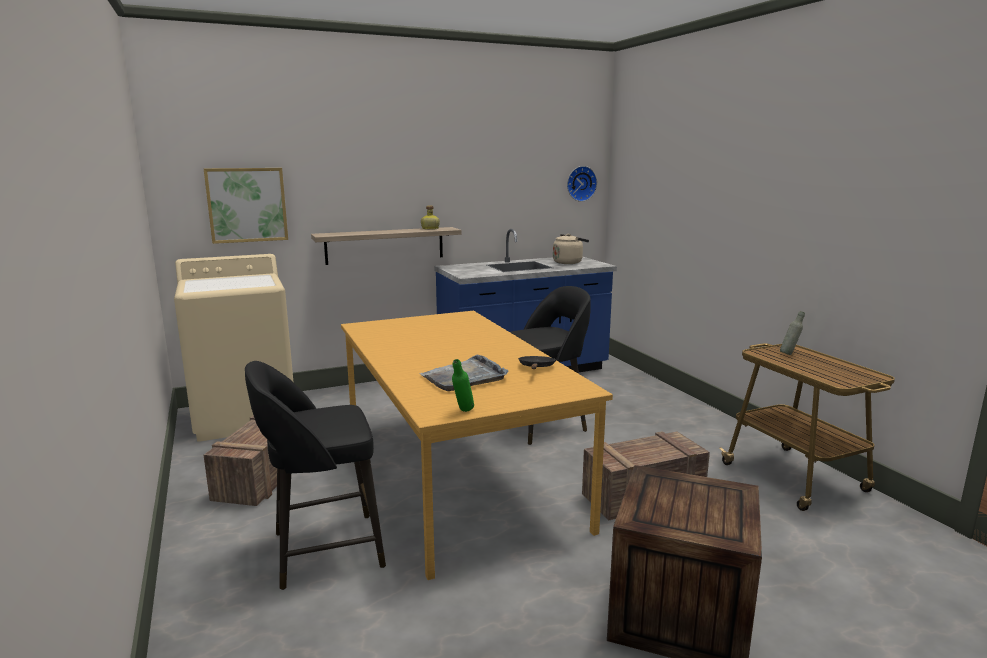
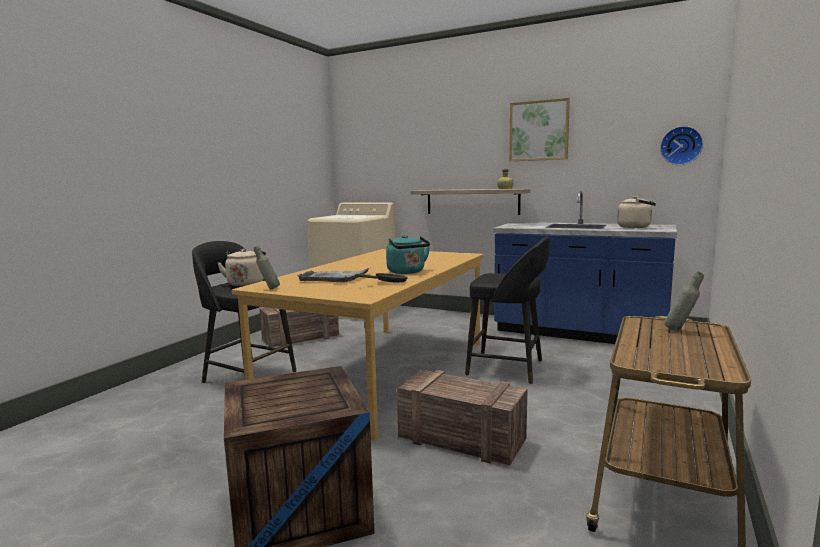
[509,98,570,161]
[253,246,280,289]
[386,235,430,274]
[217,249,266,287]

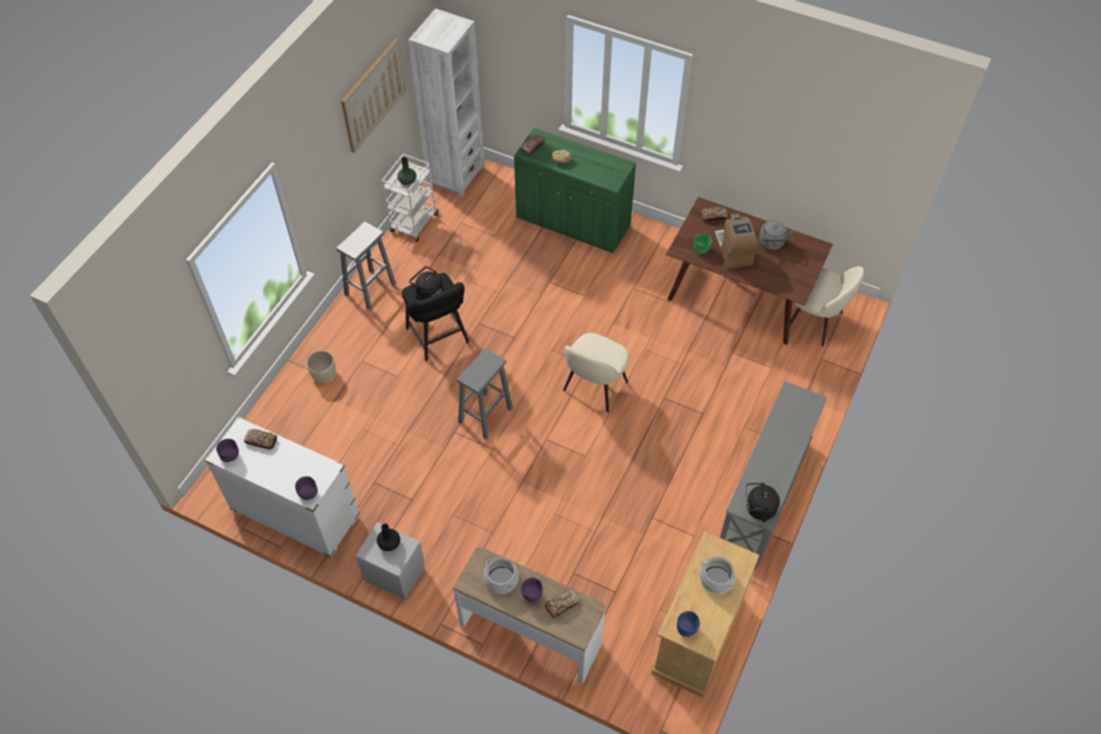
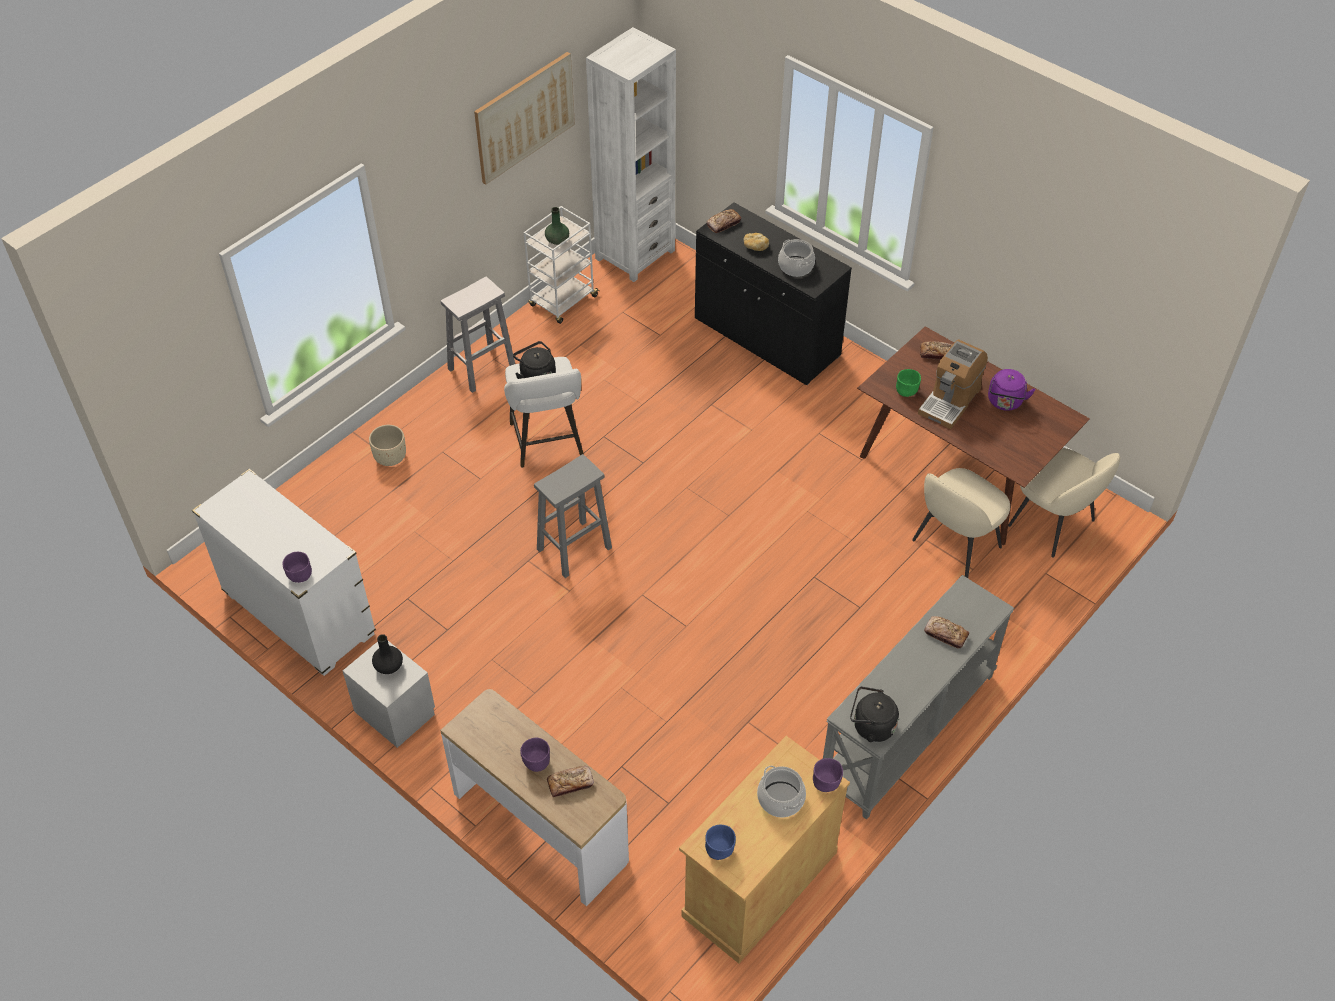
[695,202,852,385]
[918,339,988,429]
[988,369,1035,411]
[504,357,584,468]
[912,468,1010,578]
[924,616,969,648]
[813,758,843,792]
[778,239,815,277]

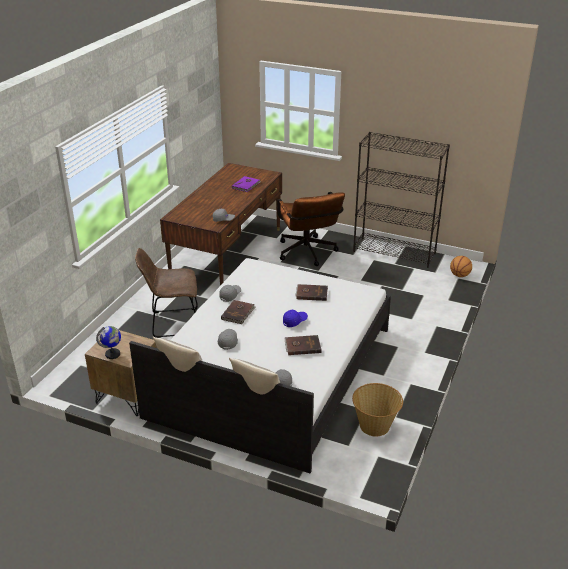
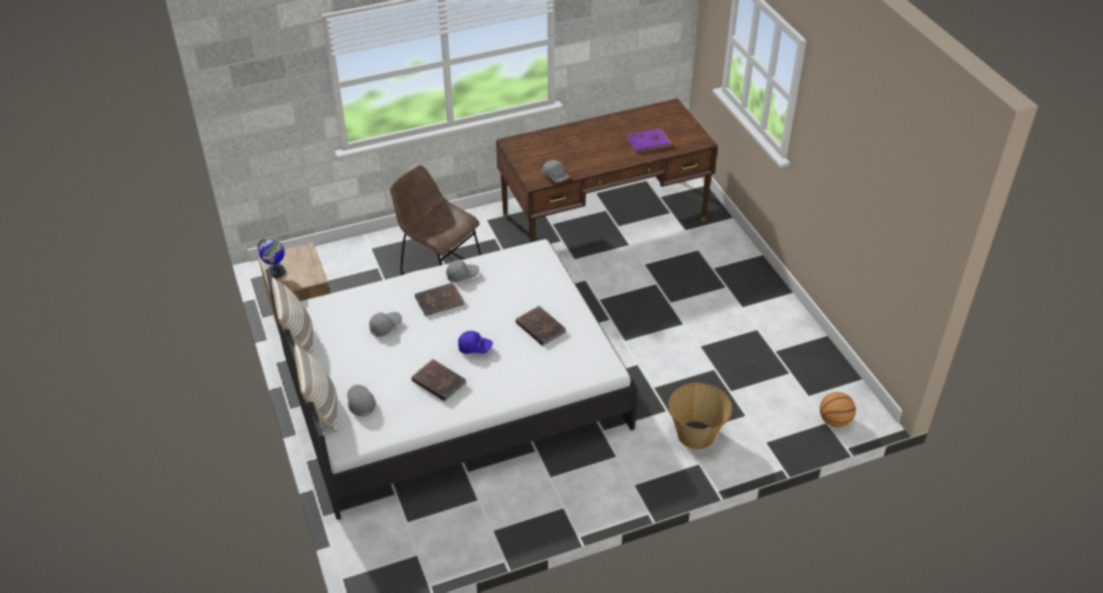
[353,132,450,268] (first image)
[276,192,345,266] (first image)
[669,383,732,449]

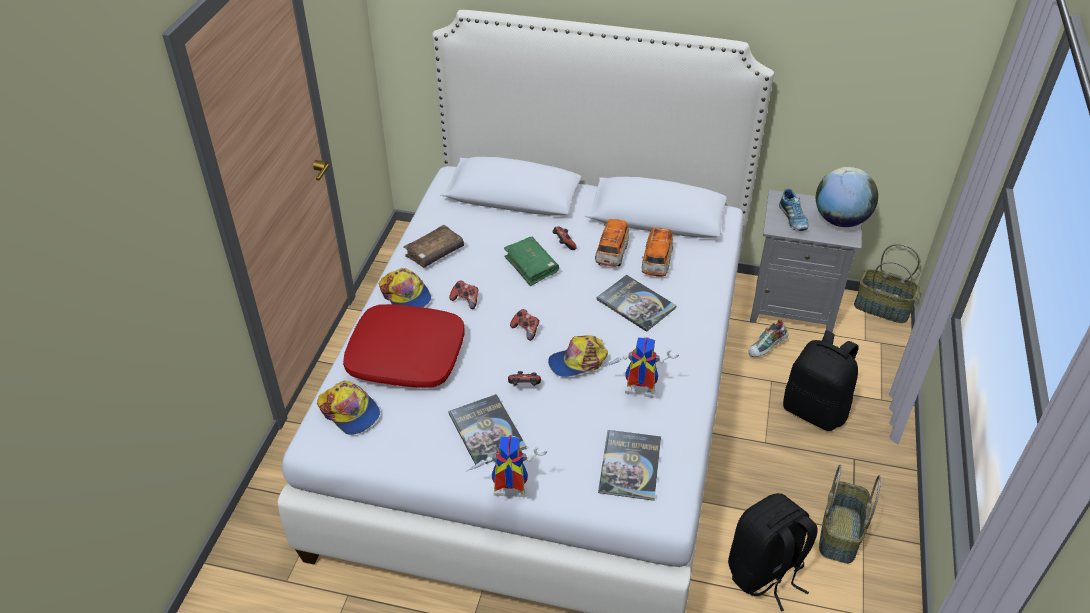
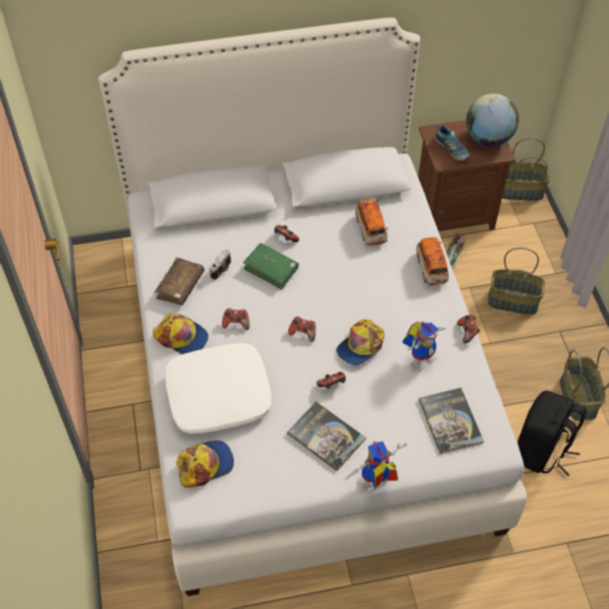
[418,120,516,231]
[416,237,449,286]
[596,275,677,332] (first image)
[165,343,272,434]
[488,248,545,315]
[402,321,447,372]
[176,440,234,488]
[210,250,231,280]
[457,315,480,344]

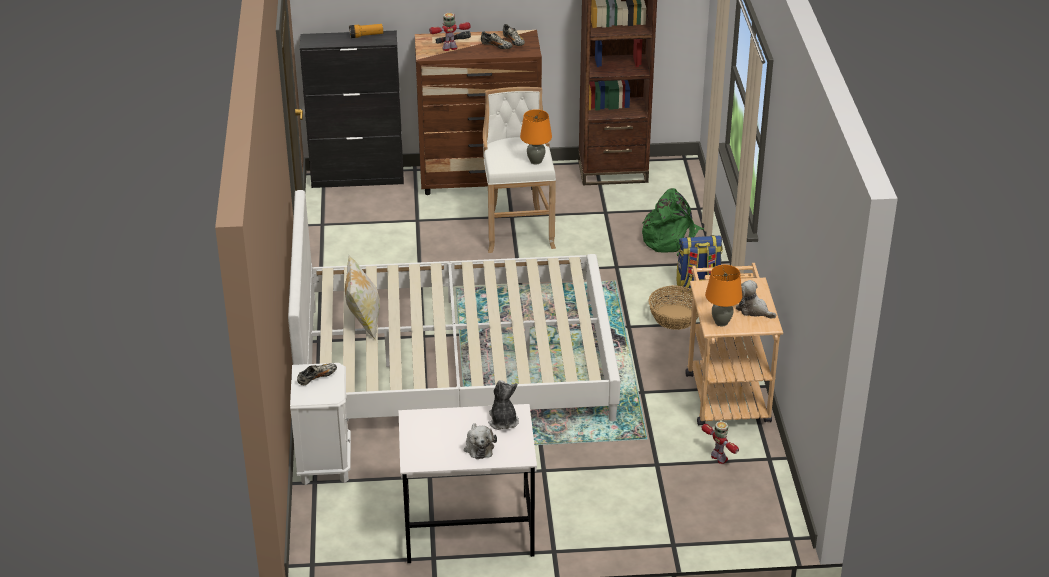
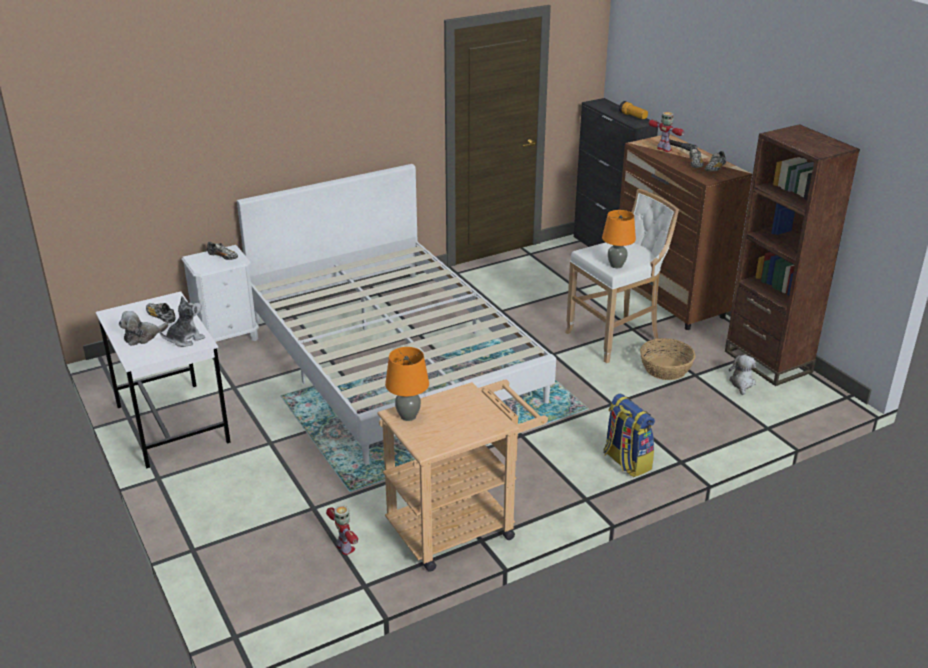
[642,188,704,256] (first image)
[345,255,380,339] (first image)
[729,355,756,395]
[640,338,696,380]
[326,505,358,555]
[146,303,175,323]

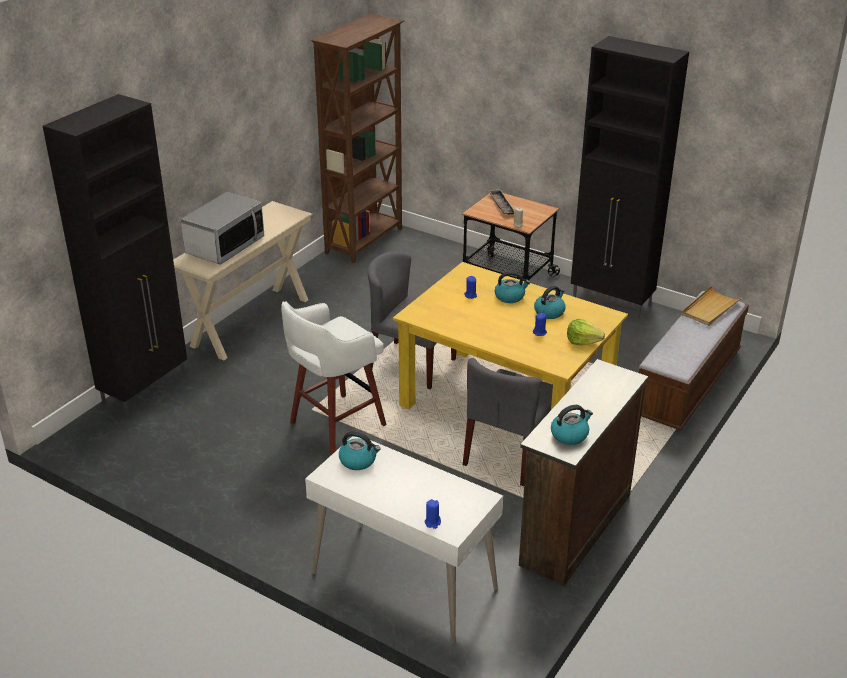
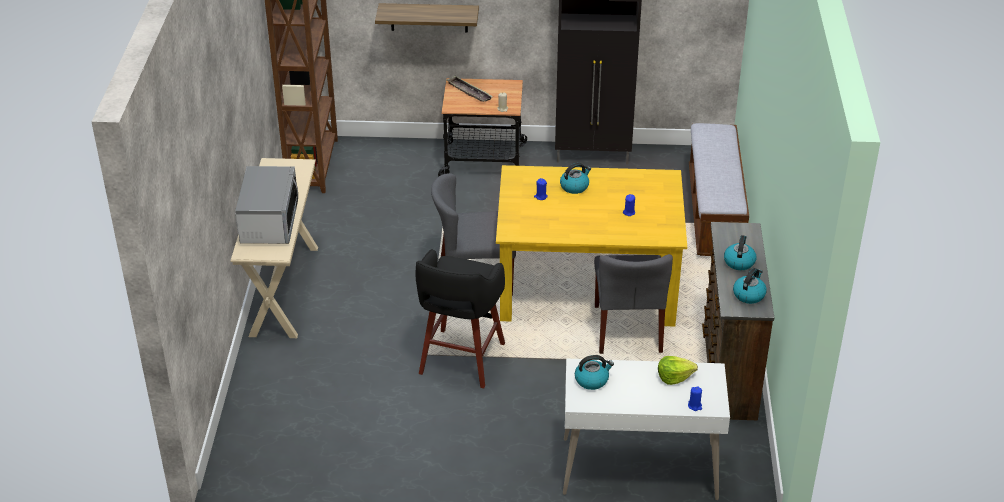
[43,94,187,416] (first image)
[724,235,756,270]
[682,286,742,326] (first image)
[415,249,505,389]
[658,356,698,385]
[375,3,479,32]

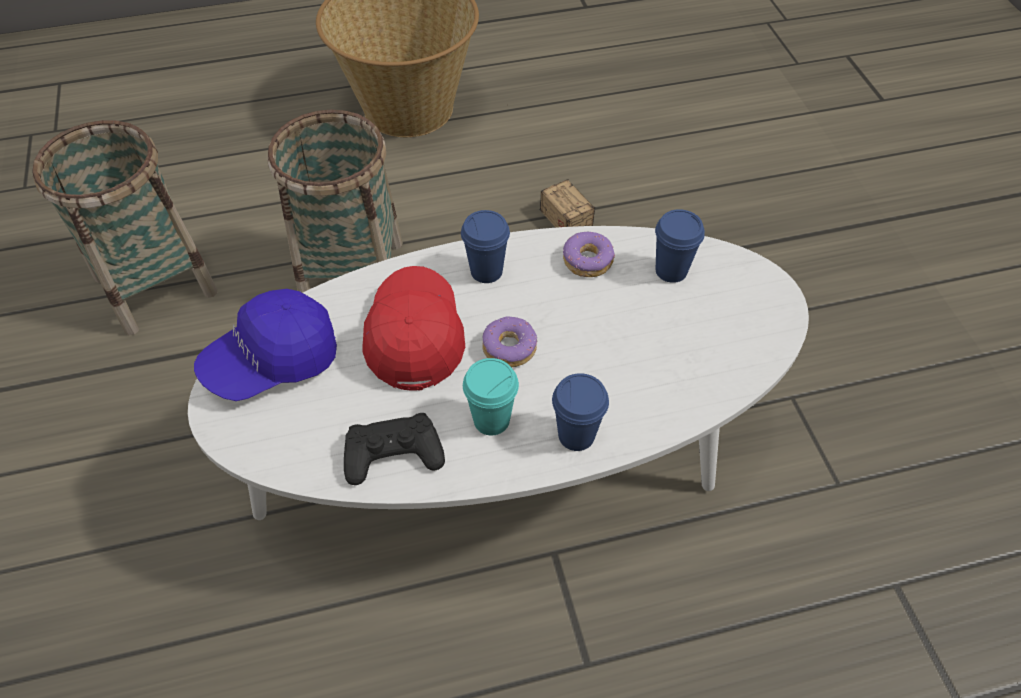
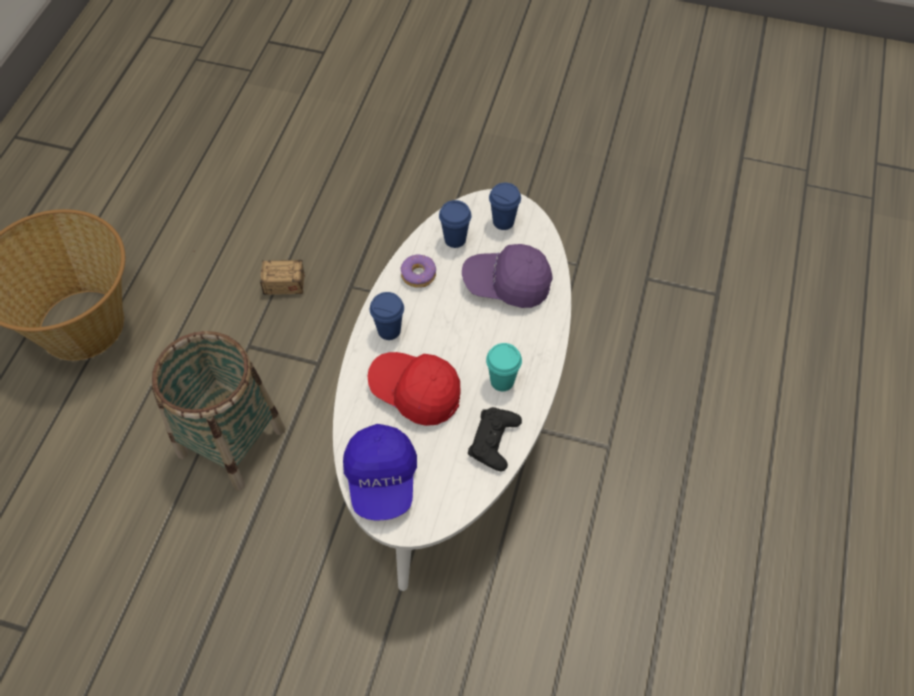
[32,120,217,335] (first image)
[483,316,537,367] (first image)
[489,183,521,230]
[462,244,553,308]

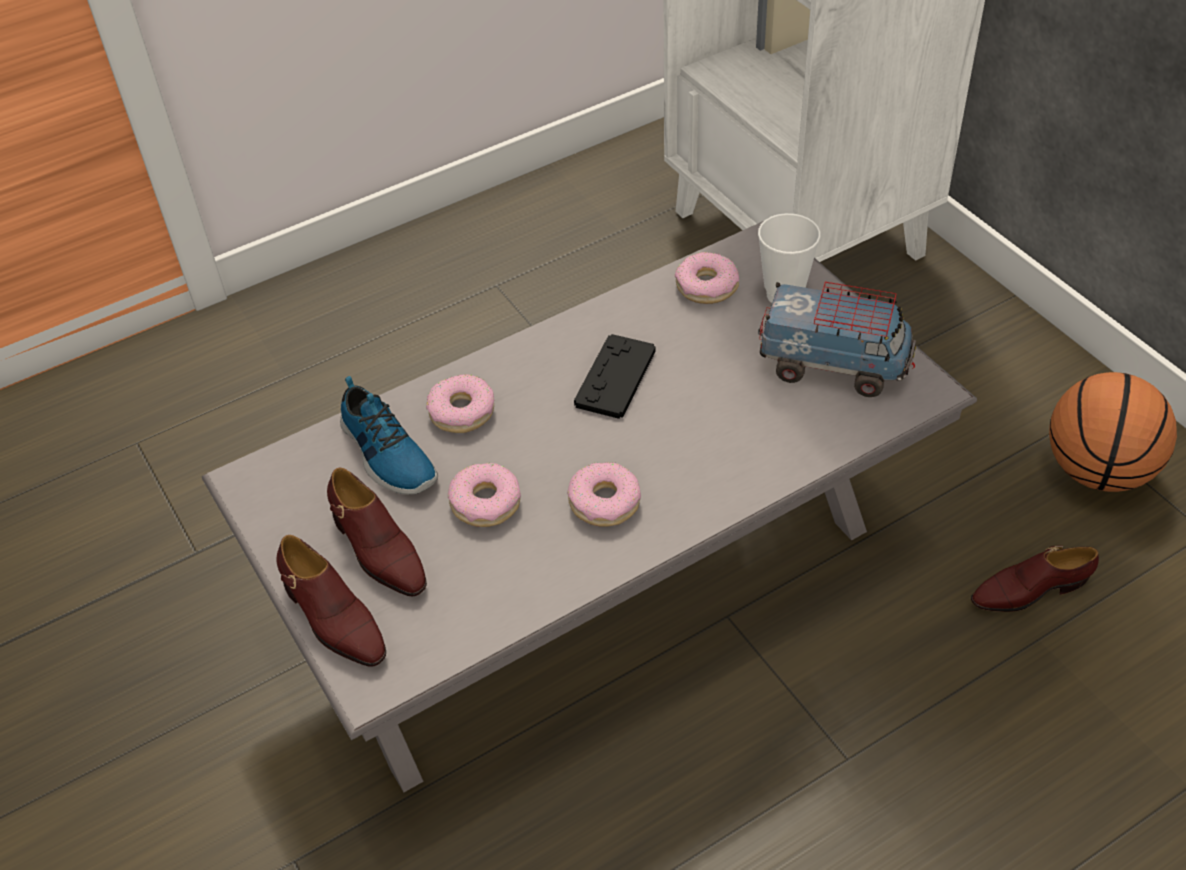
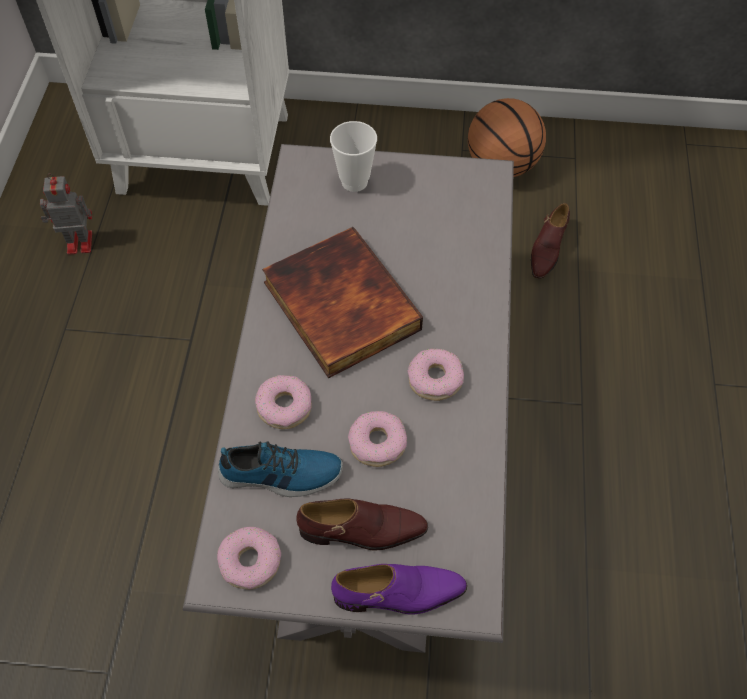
[217,527,281,590]
[758,282,916,397] (first image)
[262,227,423,378]
[331,564,467,615]
[40,173,93,255]

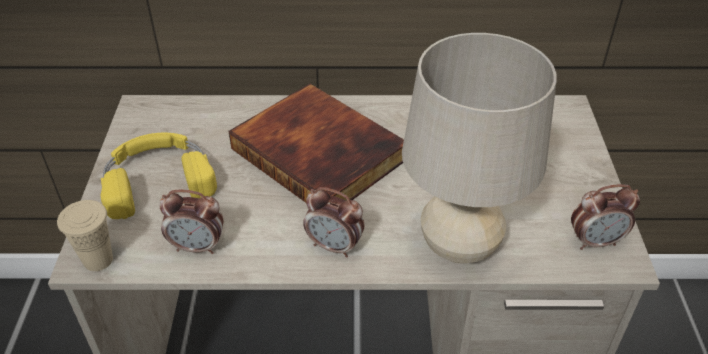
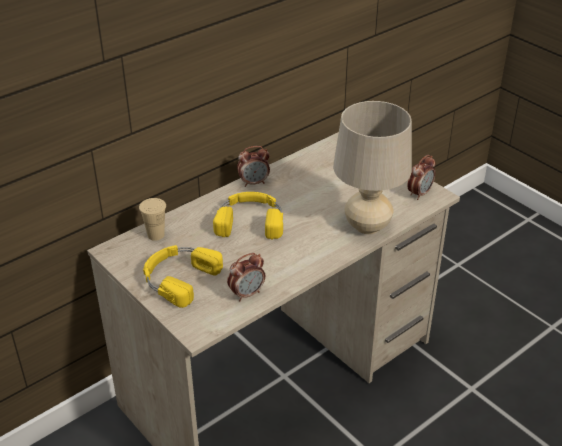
[213,192,283,239]
[237,146,270,187]
[139,198,166,241]

